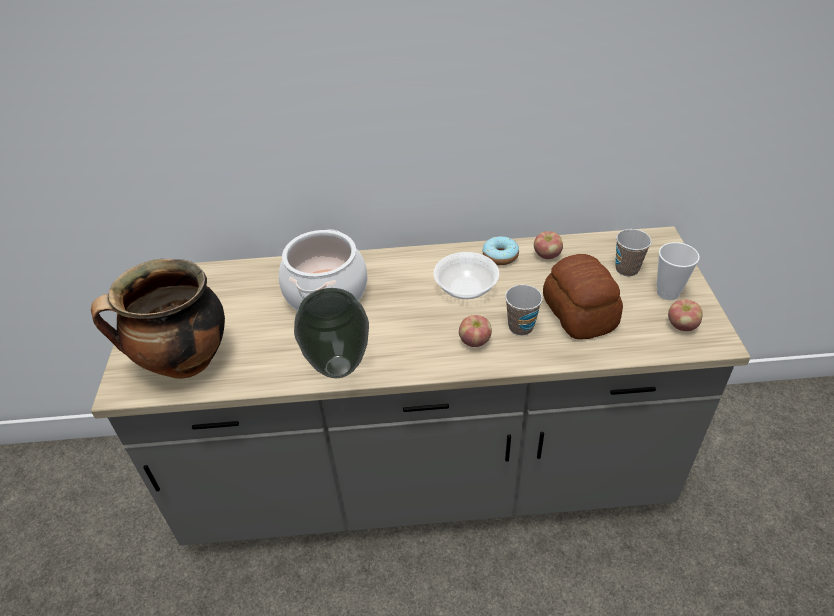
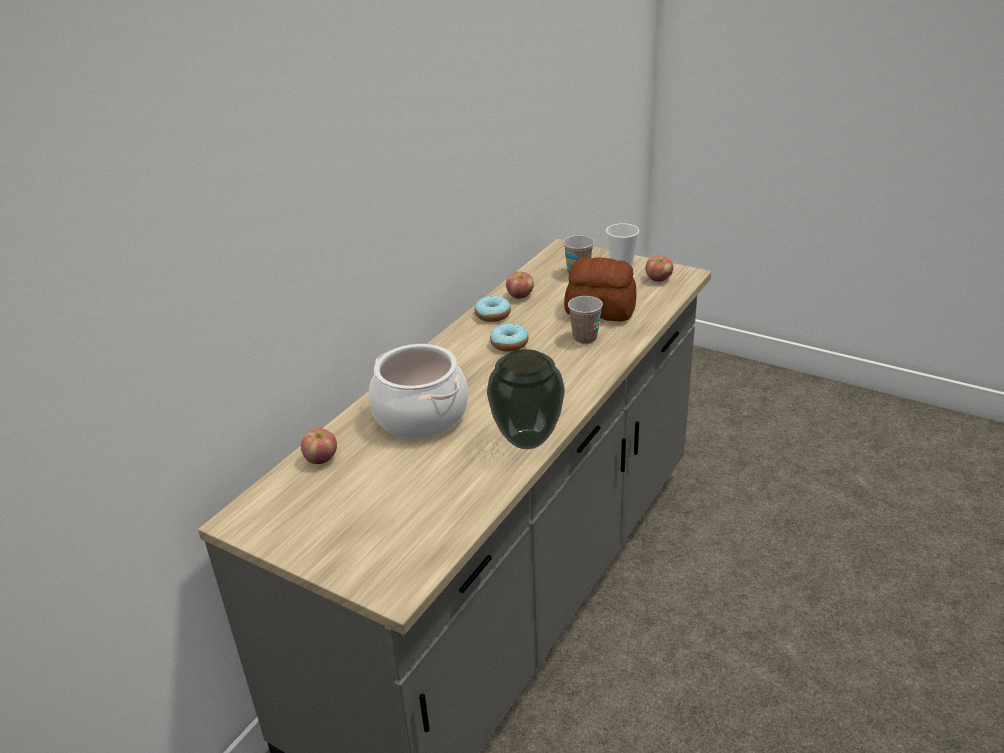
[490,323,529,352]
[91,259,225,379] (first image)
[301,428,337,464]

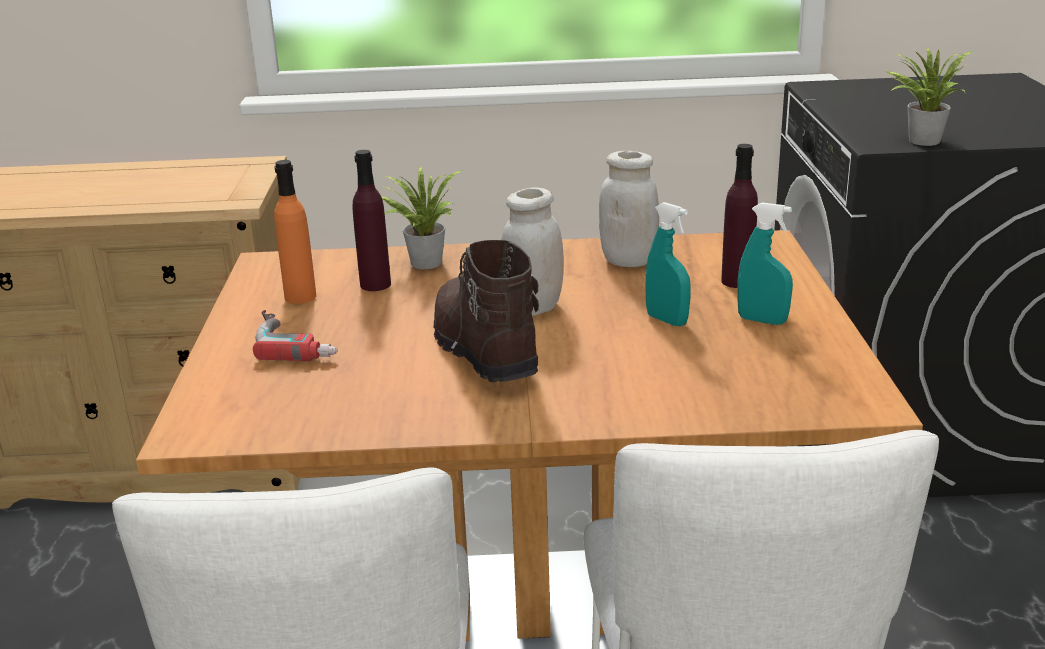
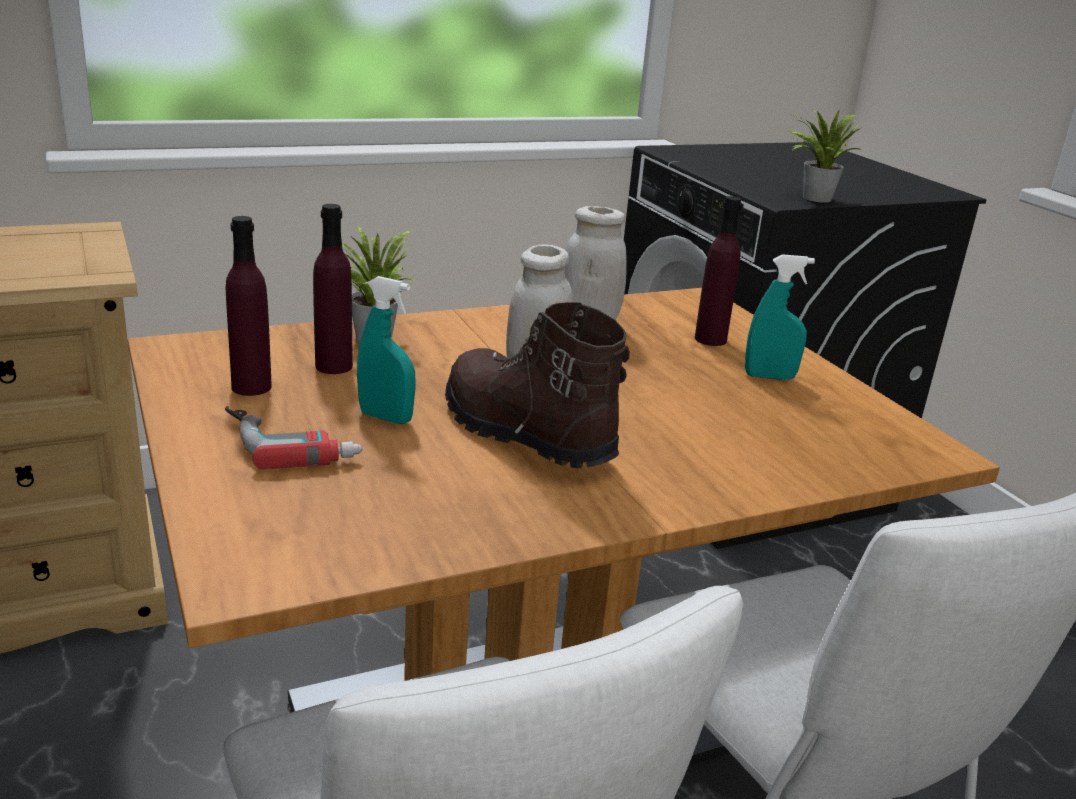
[226,216,272,396]
[357,276,415,424]

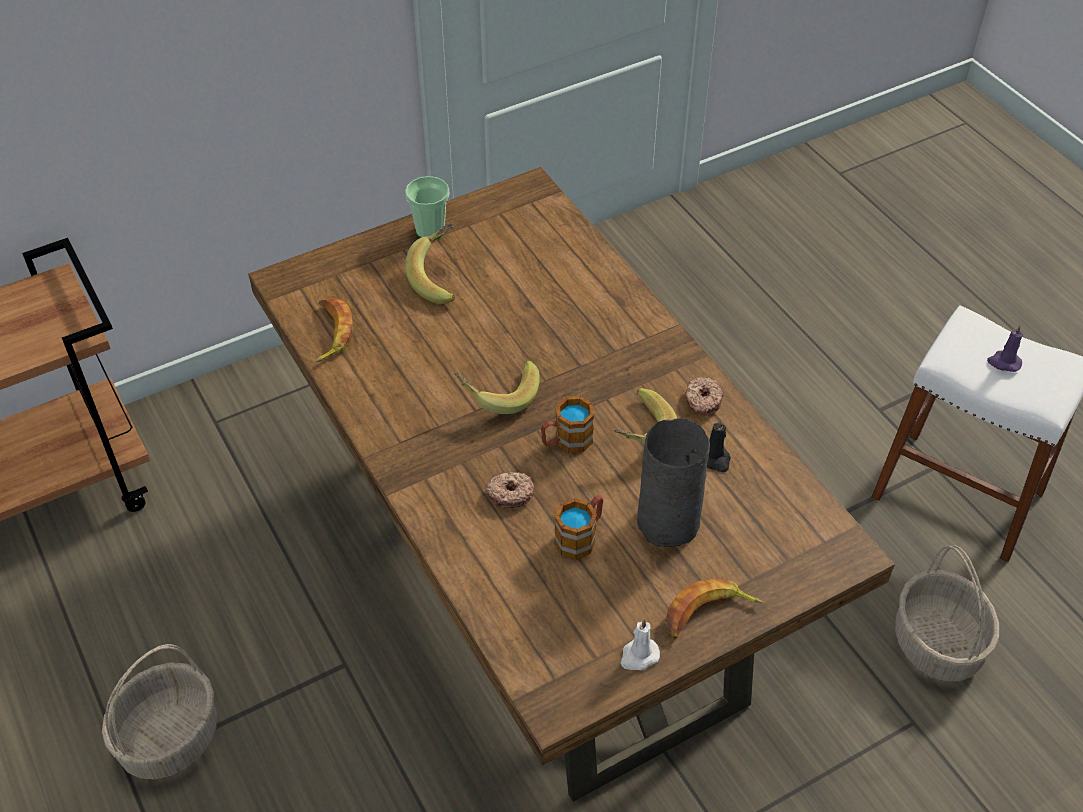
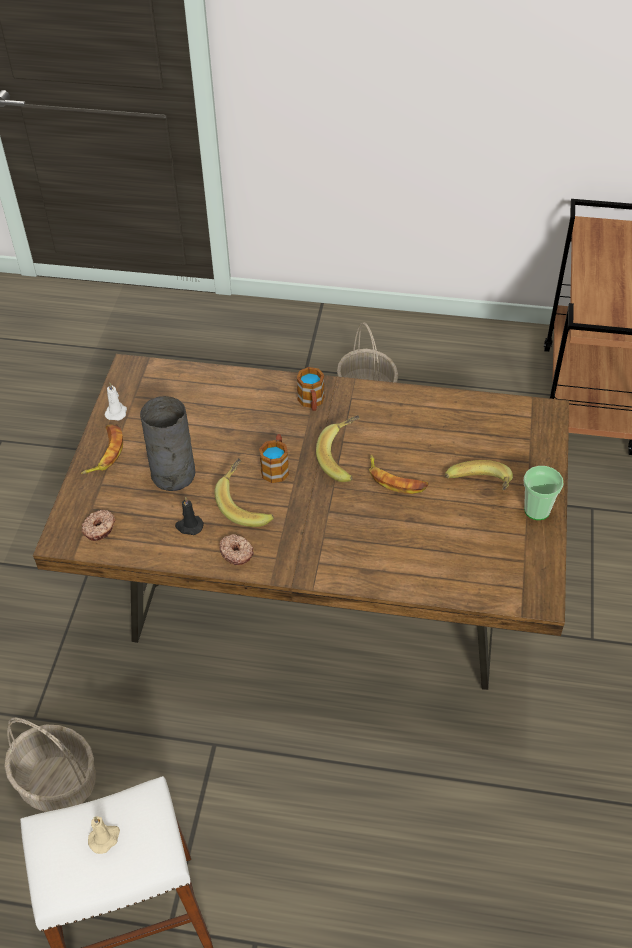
[369,454,429,494]
[88,816,120,854]
[81,510,115,541]
[297,367,325,411]

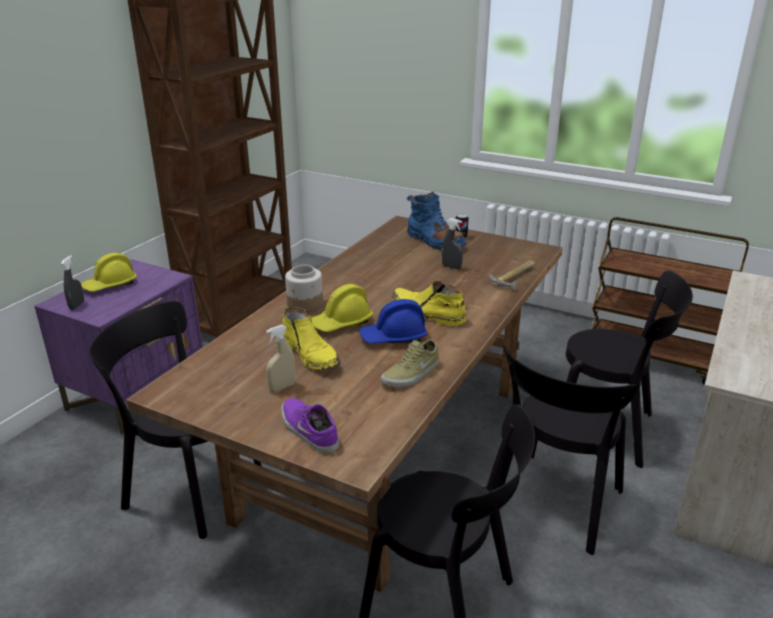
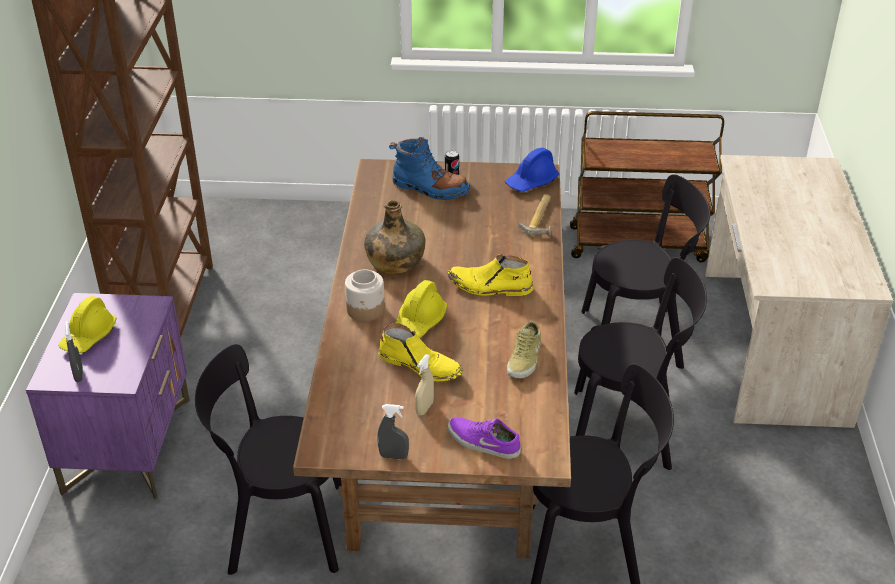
[377,404,409,460]
[505,148,559,192]
[574,257,707,470]
[364,200,425,274]

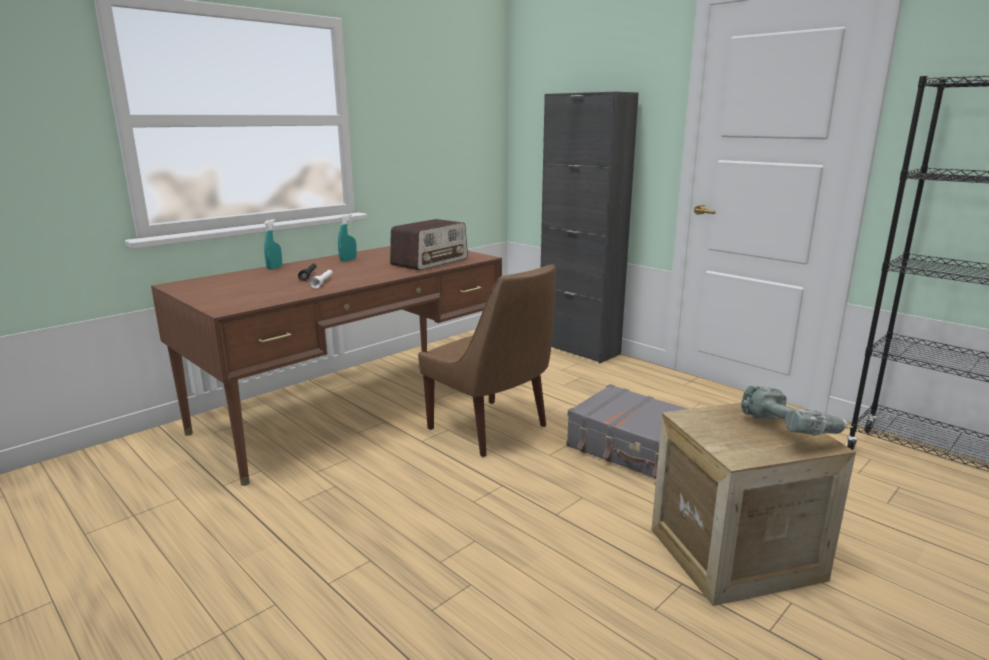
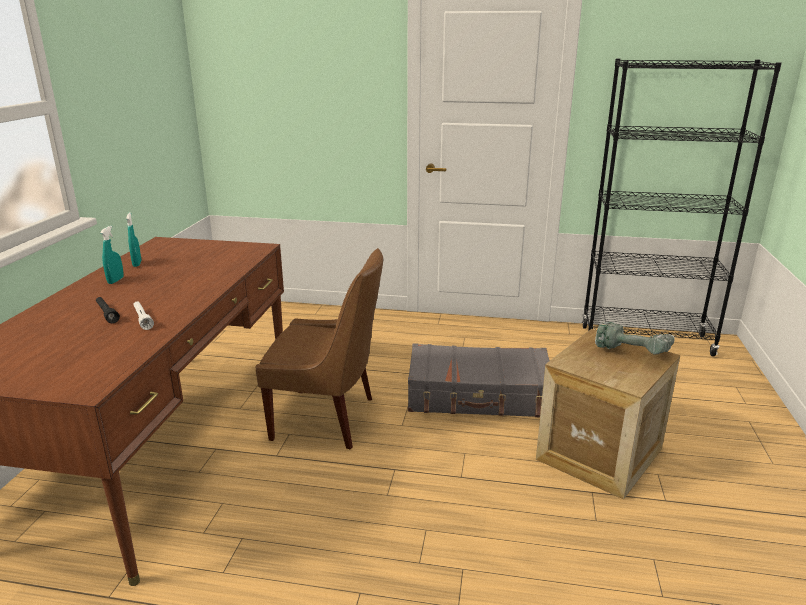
[541,92,639,363] (first image)
[126,212,141,267]
[390,219,468,270] (first image)

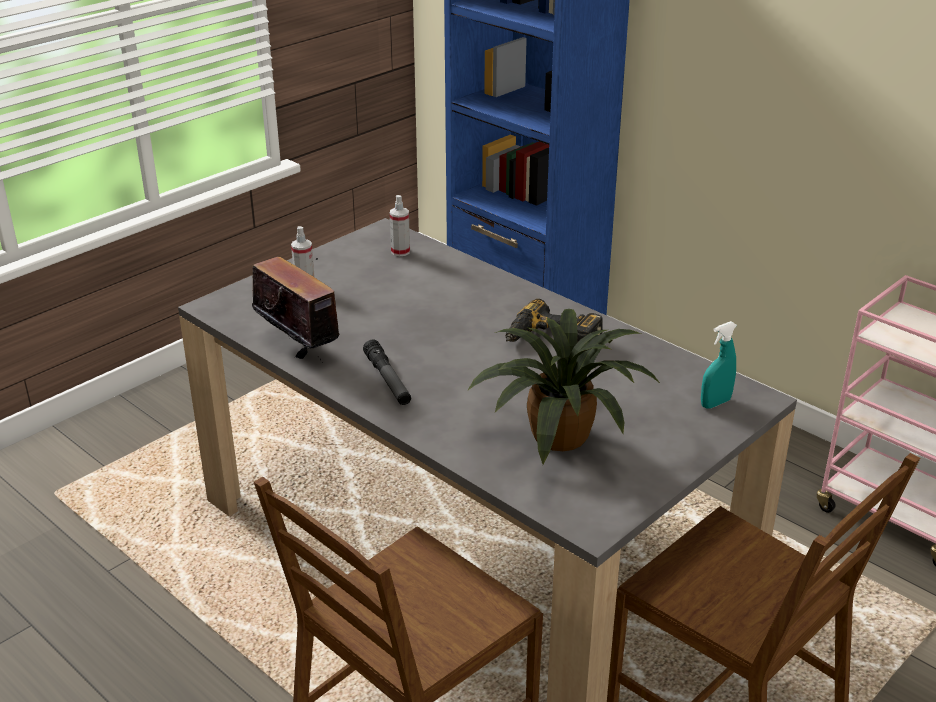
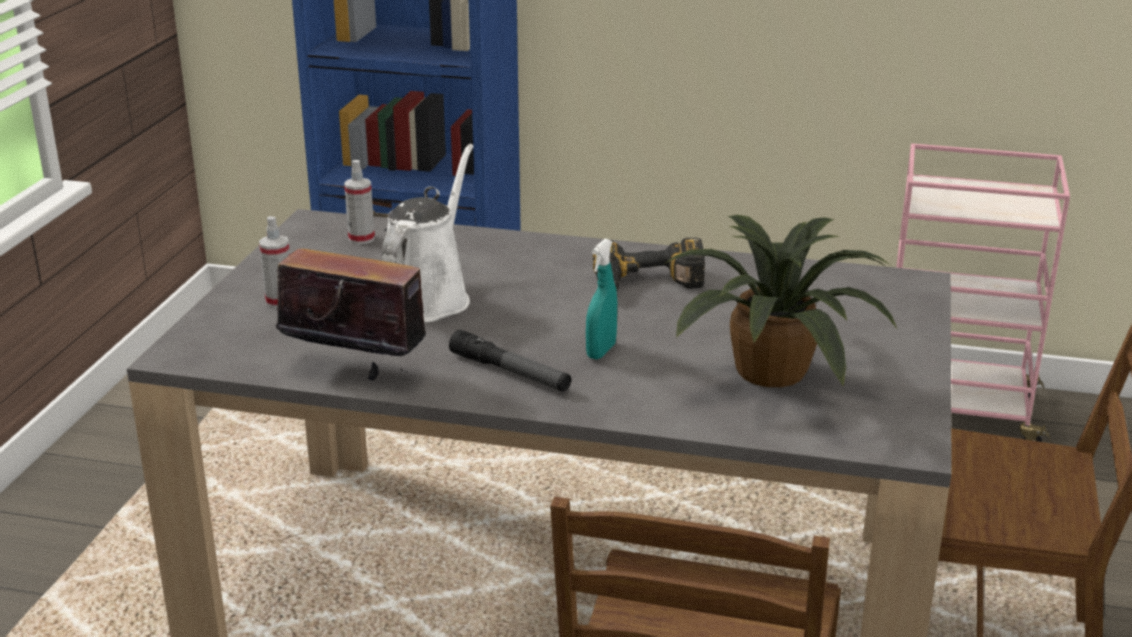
[586,239,617,359]
[382,144,473,322]

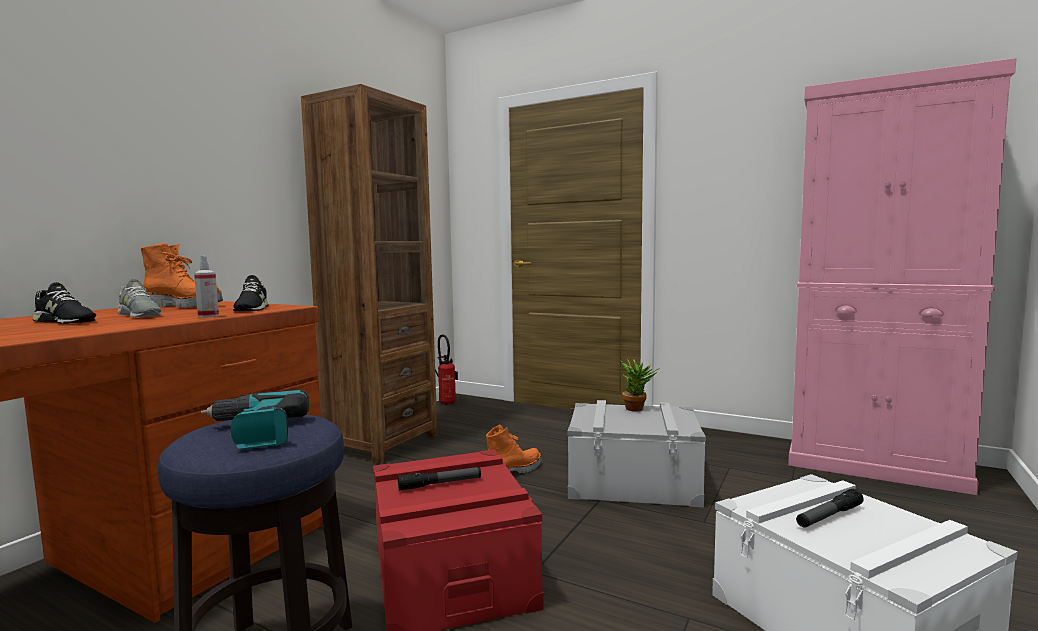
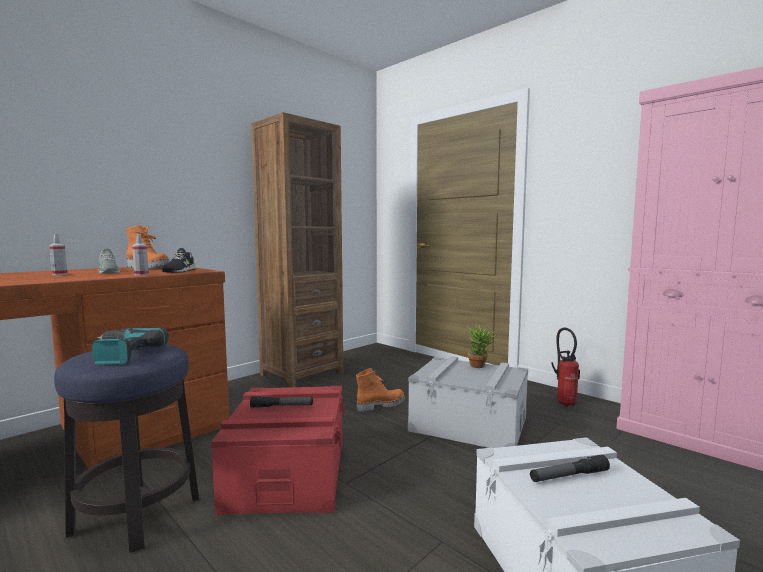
[49,234,67,275]
[552,328,580,407]

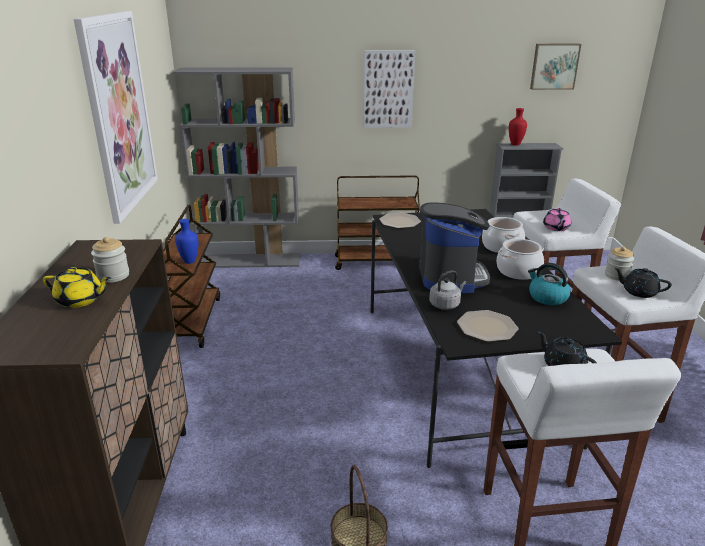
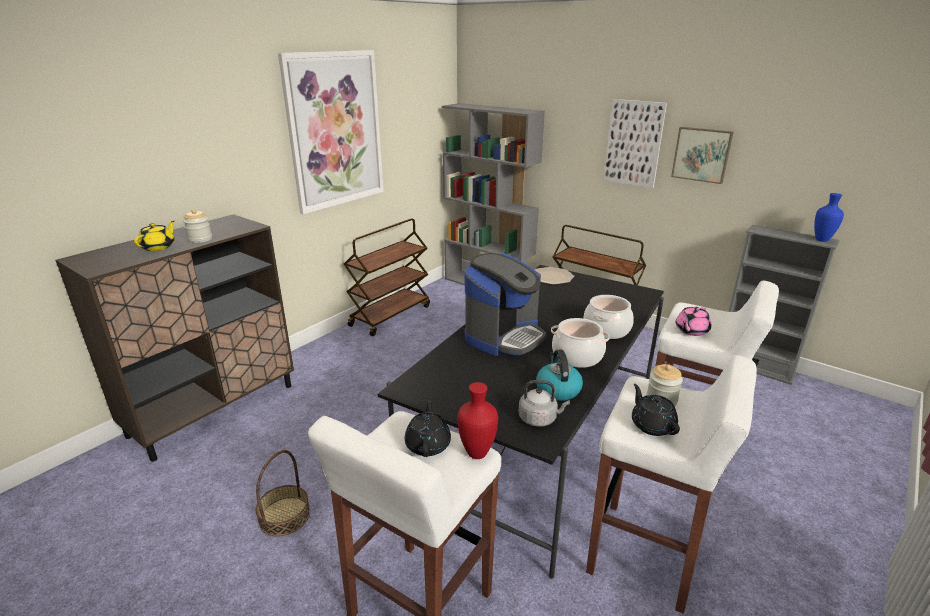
[671,127,734,184]
[457,382,498,459]
[814,193,844,242]
[134,221,174,251]
[519,380,570,427]
[457,310,518,342] (first image)

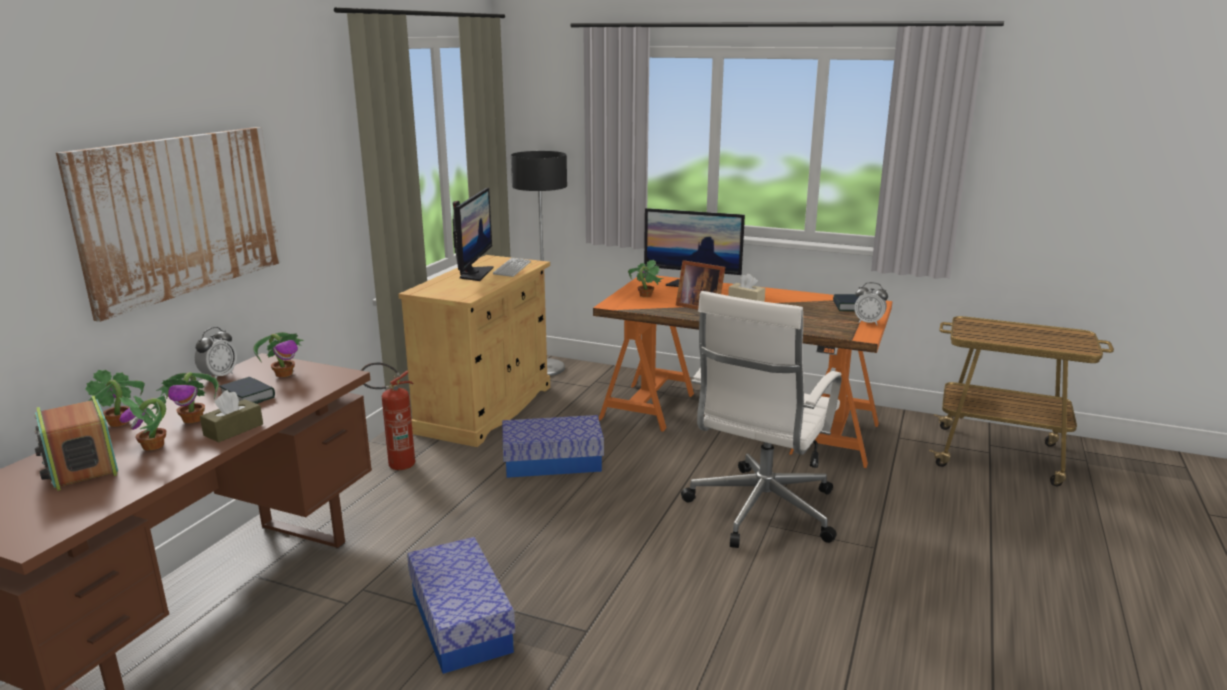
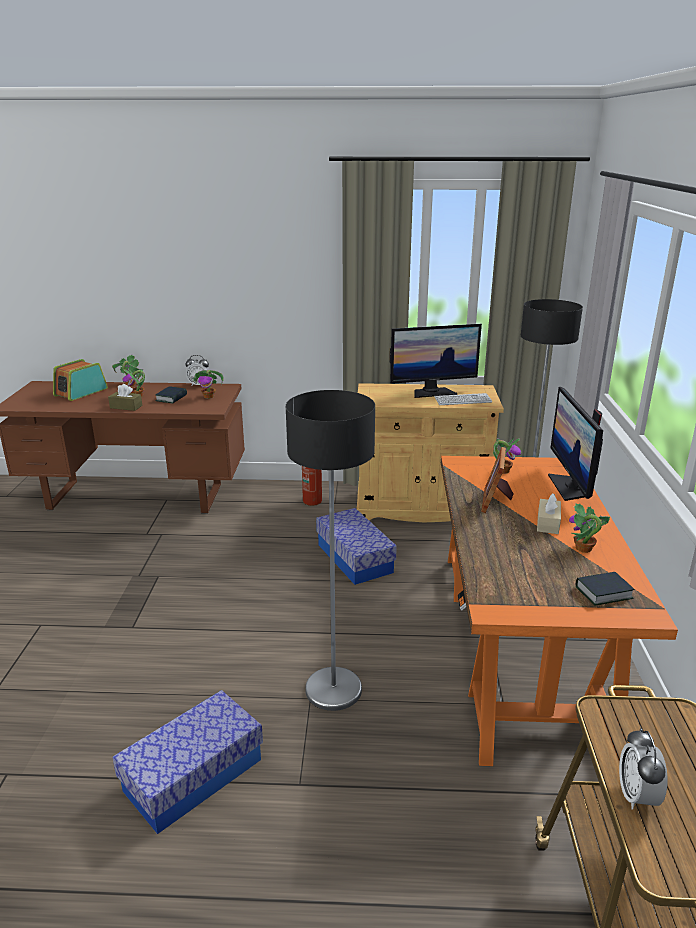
[56,127,281,322] (first image)
[619,728,668,810]
[286,390,375,711]
[569,503,610,553]
[113,690,263,834]

